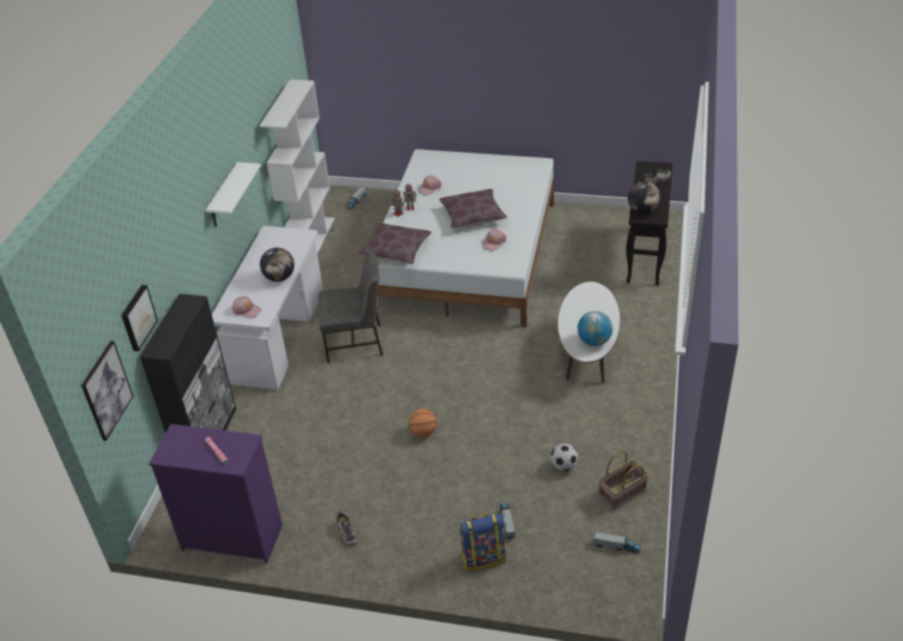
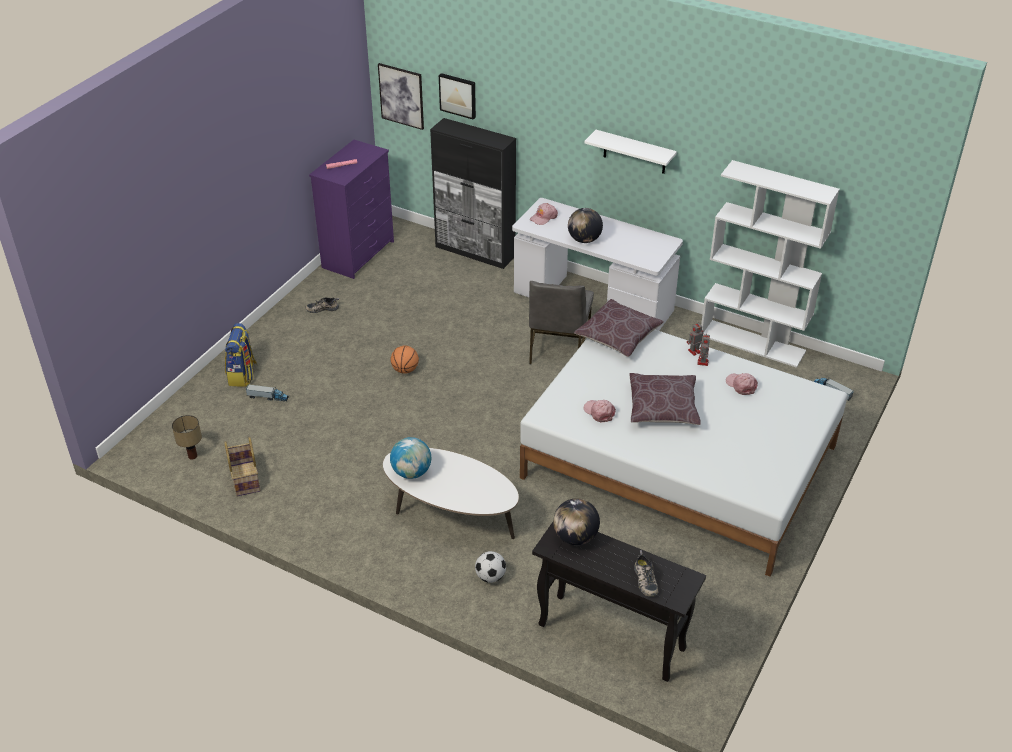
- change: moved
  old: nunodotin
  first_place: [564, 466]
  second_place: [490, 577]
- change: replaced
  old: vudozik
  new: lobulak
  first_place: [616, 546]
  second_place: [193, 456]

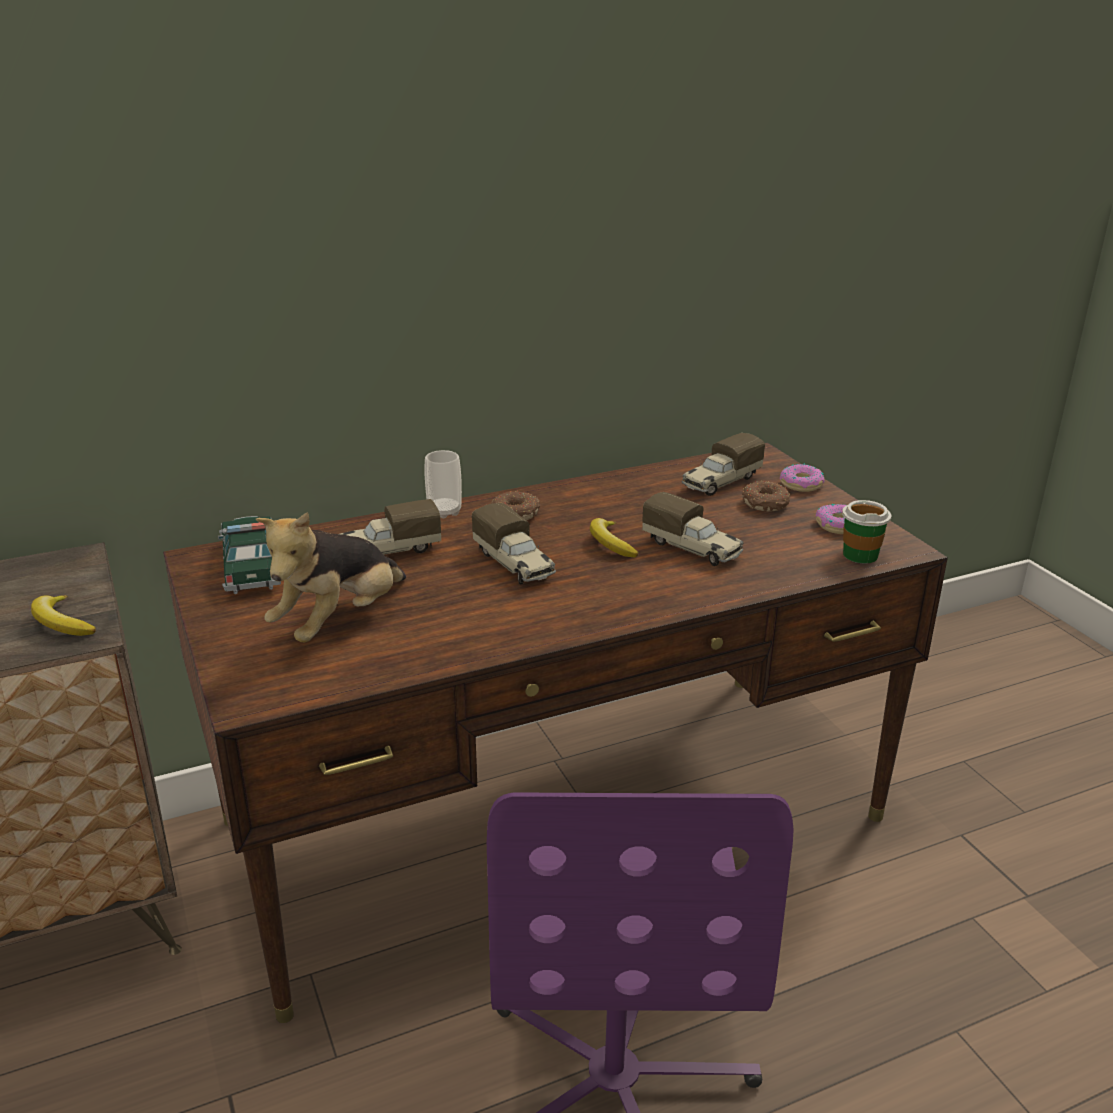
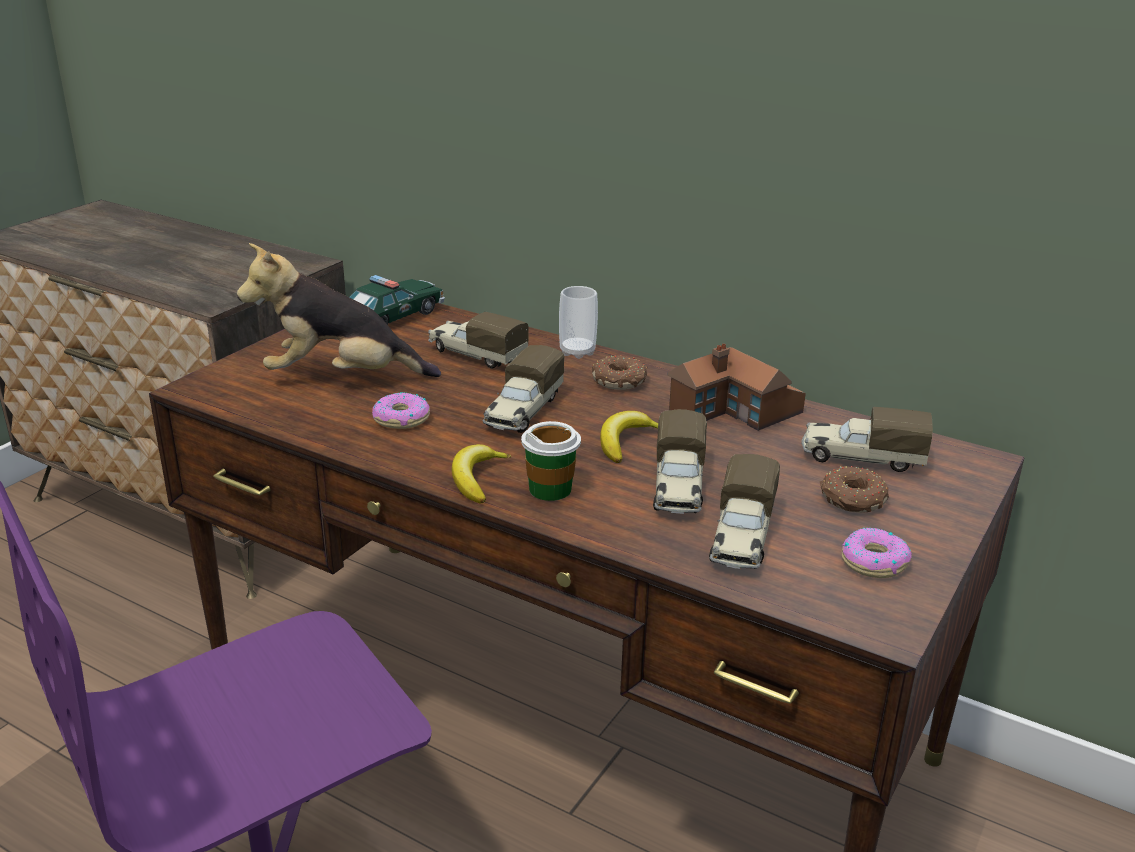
- change: moved
  old: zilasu
  first_place: [802, 484]
  second_place: [401, 419]
- change: moved
  old: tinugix
  first_place: [860, 555]
  second_place: [550, 489]
- change: moved
  old: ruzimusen
  first_place: [61, 623]
  second_place: [477, 479]
- change: added
  new: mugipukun
  second_place: [735, 411]
- change: added
  new: vudozik
  second_place: [741, 538]

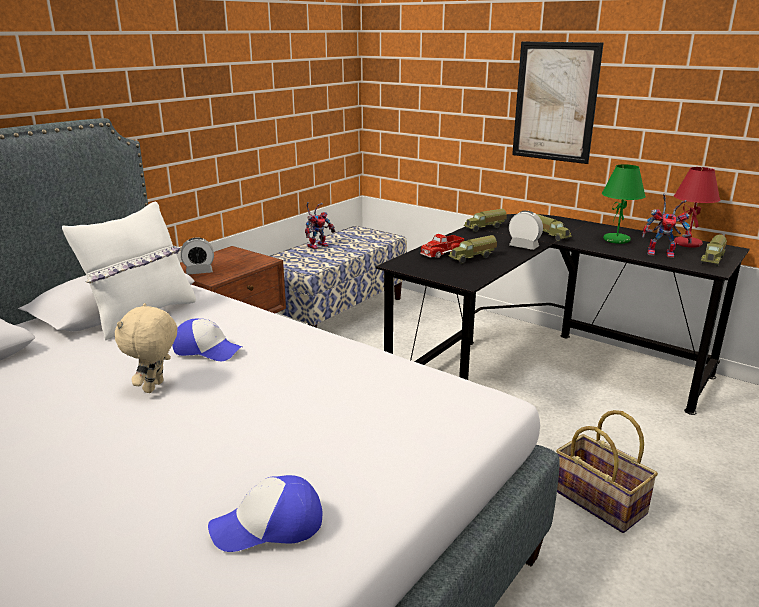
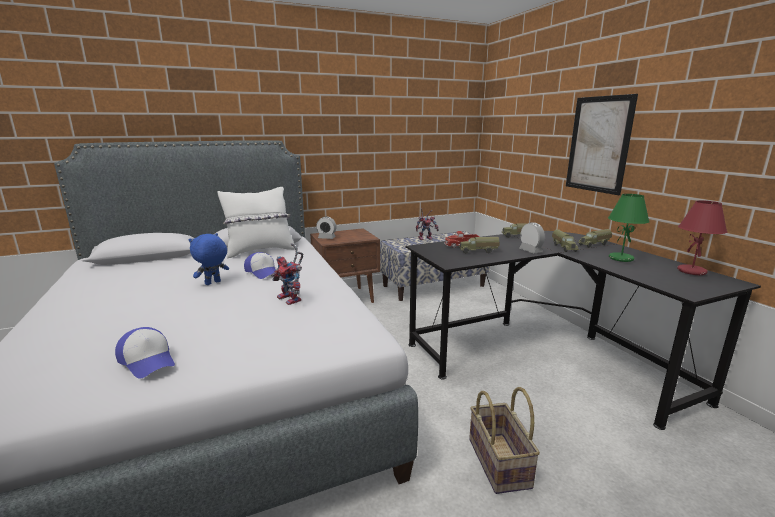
- change: moved
  old: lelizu
  first_place: [662, 253]
  second_place: [292, 299]
- change: moved
  old: vudozik
  first_place: [713, 260]
  second_place: [594, 245]
- change: recoloured
  old: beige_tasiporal
  new: blue_tasiporal
  first_place: [155, 387]
  second_place: [213, 283]
- change: turned
  old: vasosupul
  first_place: [269, 526]
  second_place: [148, 360]
  degrees: -150

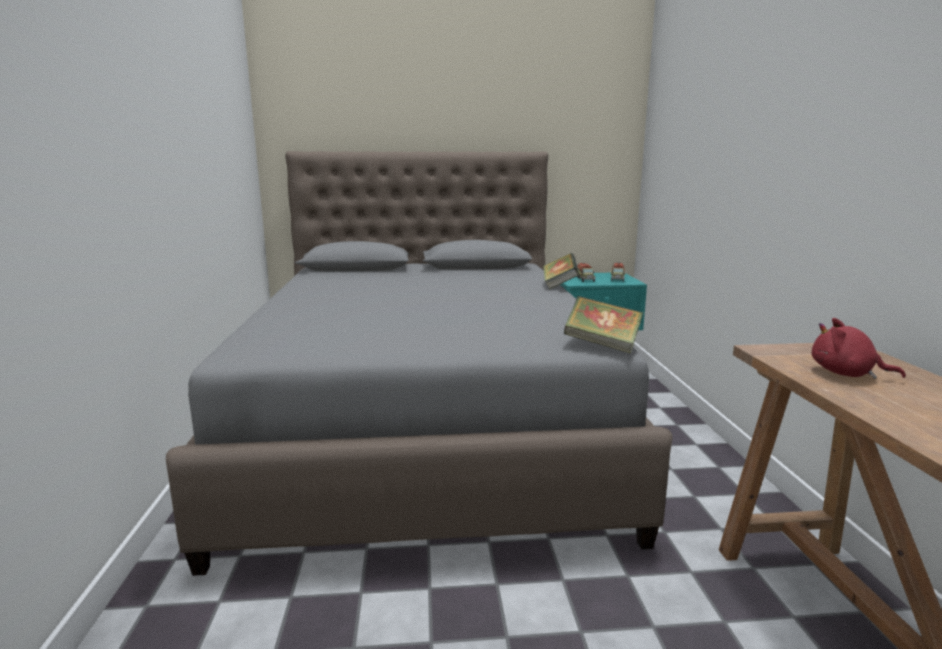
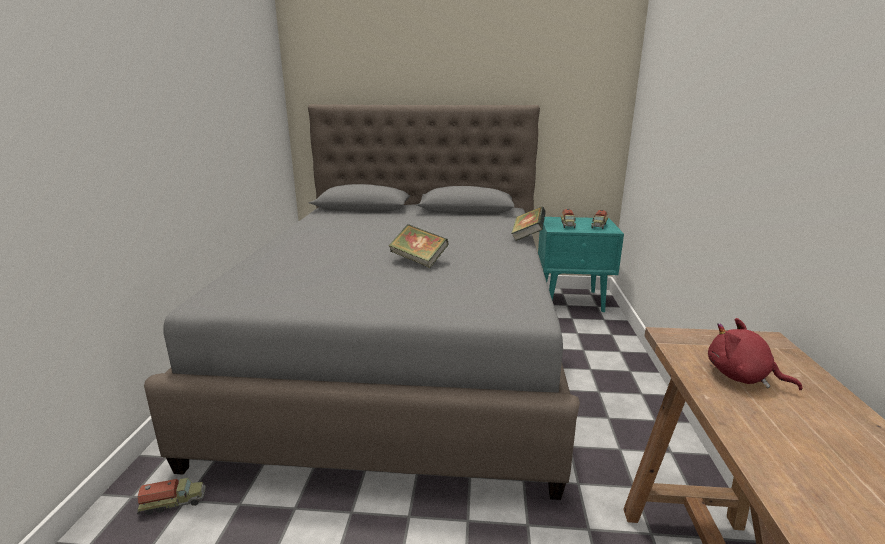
- change: moved
  old: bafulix
  first_place: [602, 345]
  second_place: [418, 260]
- change: added
  new: vudozik
  second_place: [174, 502]

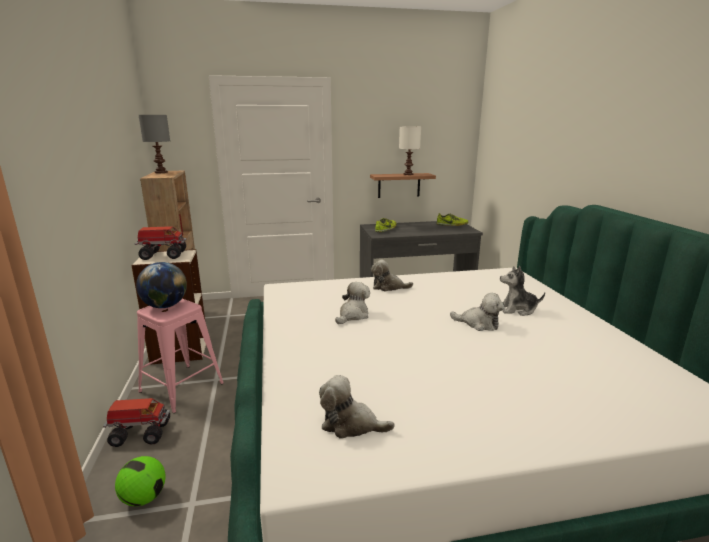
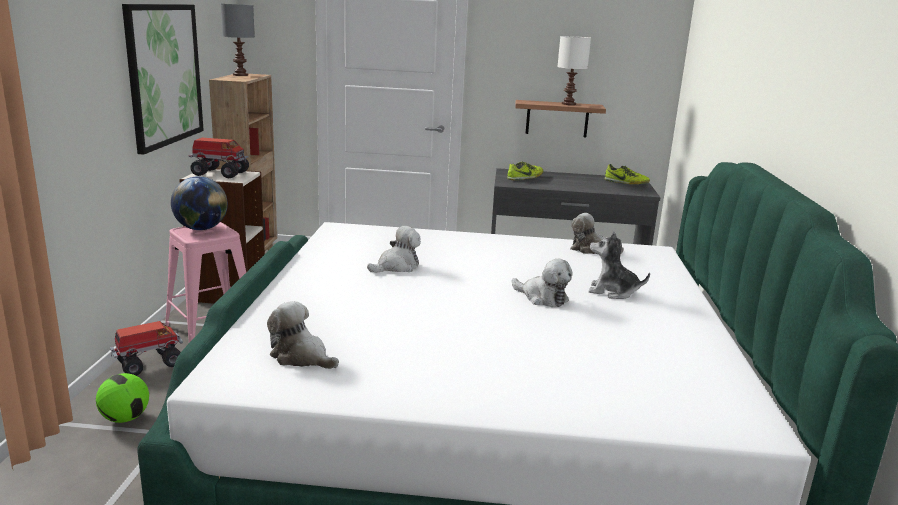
- change: moved
  old: tasiporal
  first_place: [388, 287]
  second_place: [591, 250]
- change: turned
  old: vudozik
  first_place: [140, 433]
  second_place: [148, 363]
  degrees: -45
- change: added
  new: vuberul
  second_place: [164, 74]

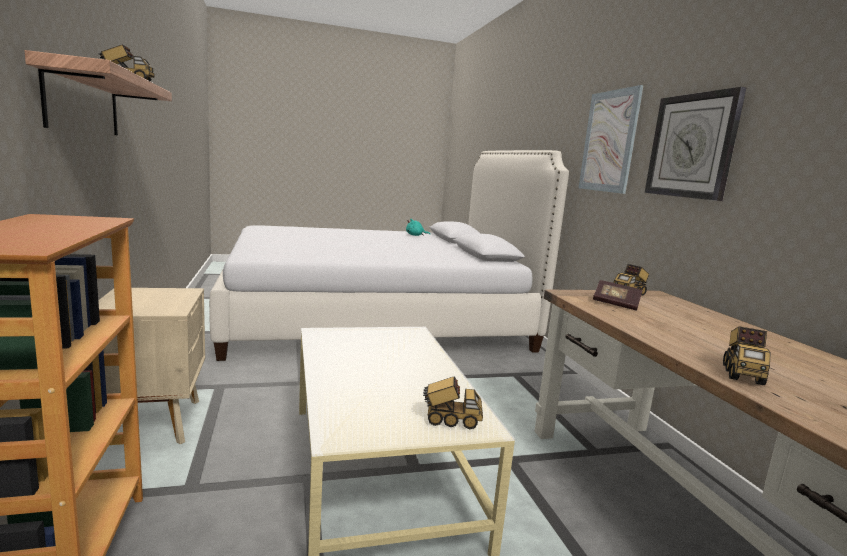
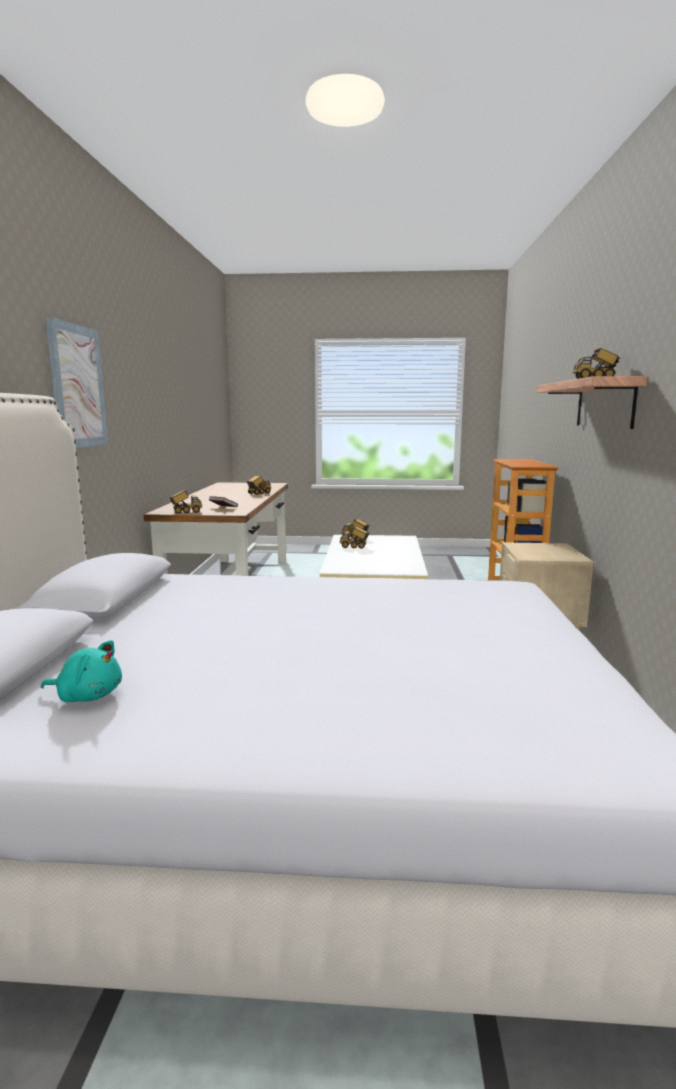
- change: removed
  old: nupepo
  first_place: [692, 146]
- change: added
  new: vudozik
  second_place: [354, 547]

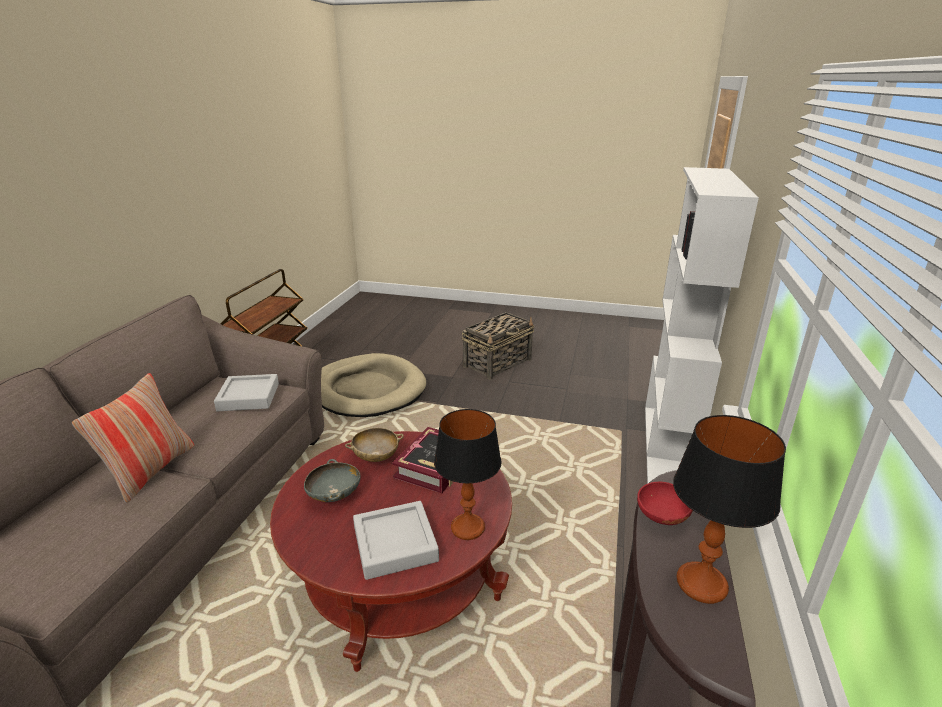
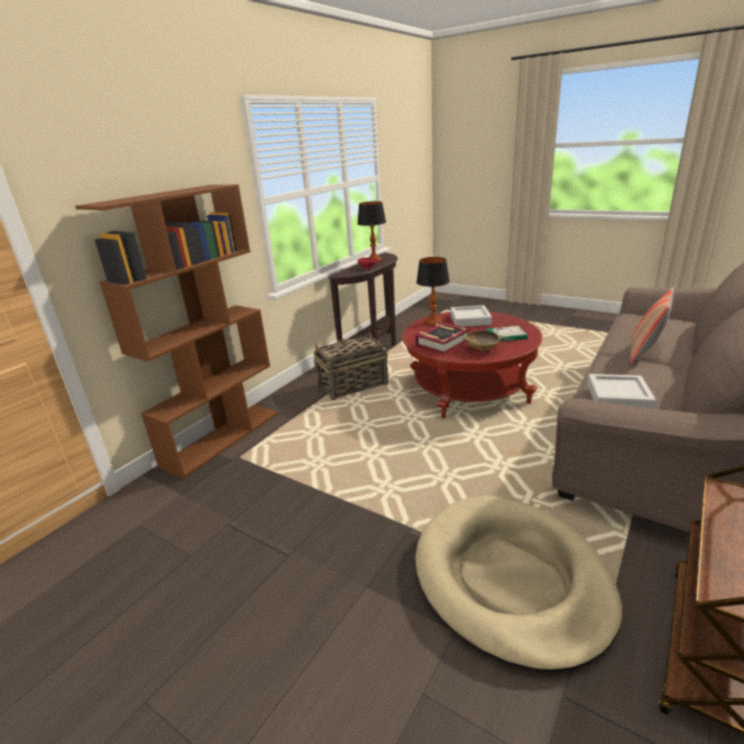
- change: recoloured
  old: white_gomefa
  new: brown_gomefa
  first_place: [667, 446]
  second_place: [222, 438]
- change: moved
  old: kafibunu
  first_place: [498, 363]
  second_place: [352, 385]
- change: replaced
  old: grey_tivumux
  new: bafulix
  first_place: [334, 495]
  second_place: [506, 335]

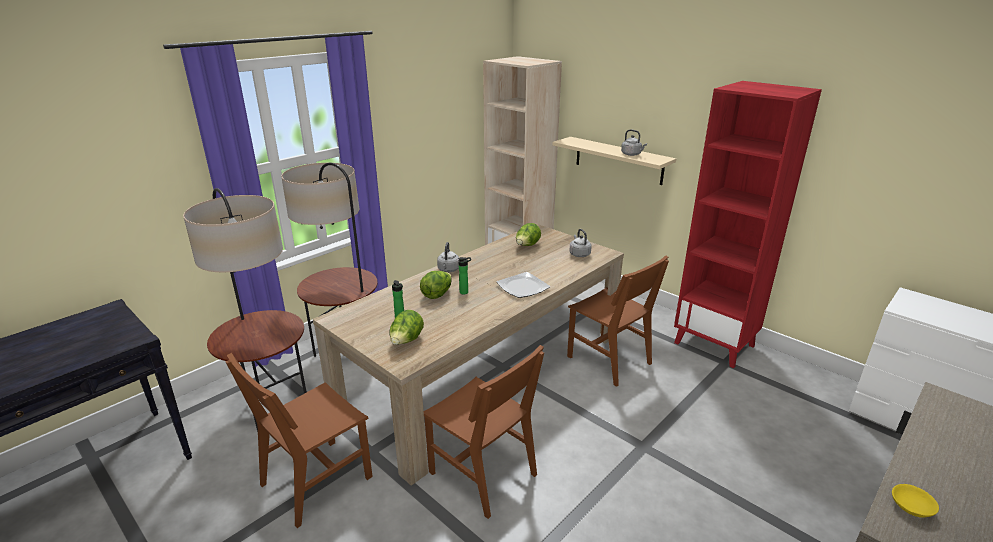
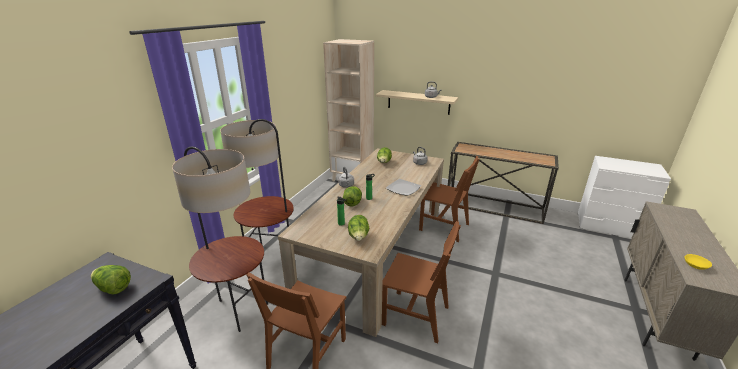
- change: replaced
  old: red_gomefa
  new: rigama
  first_place: [715, 344]
  second_place: [494, 206]
- change: added
  new: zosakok
  second_place: [113, 288]

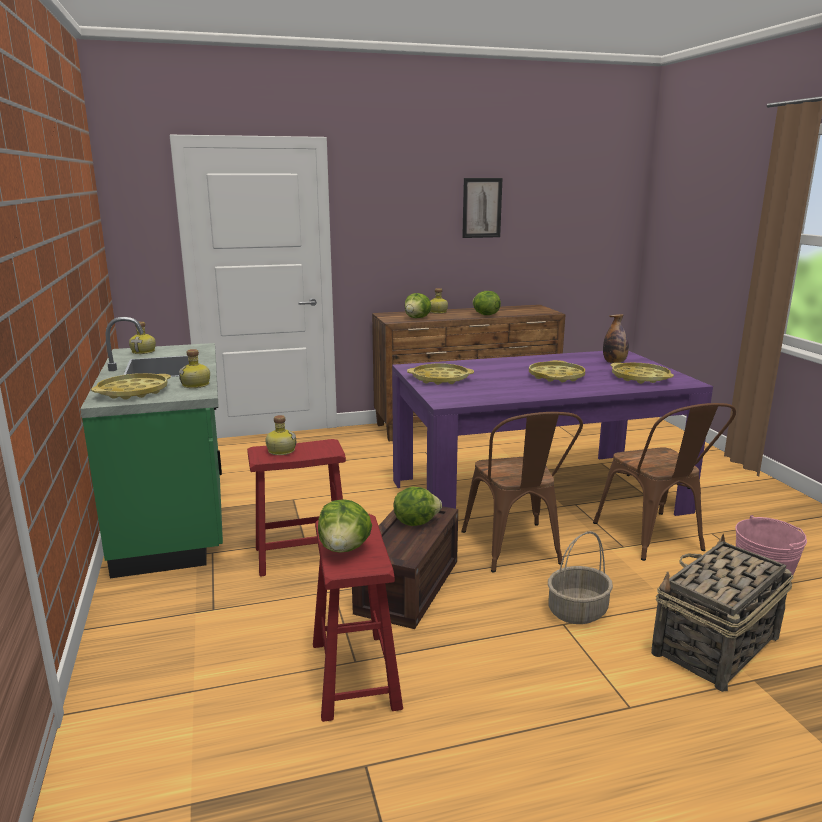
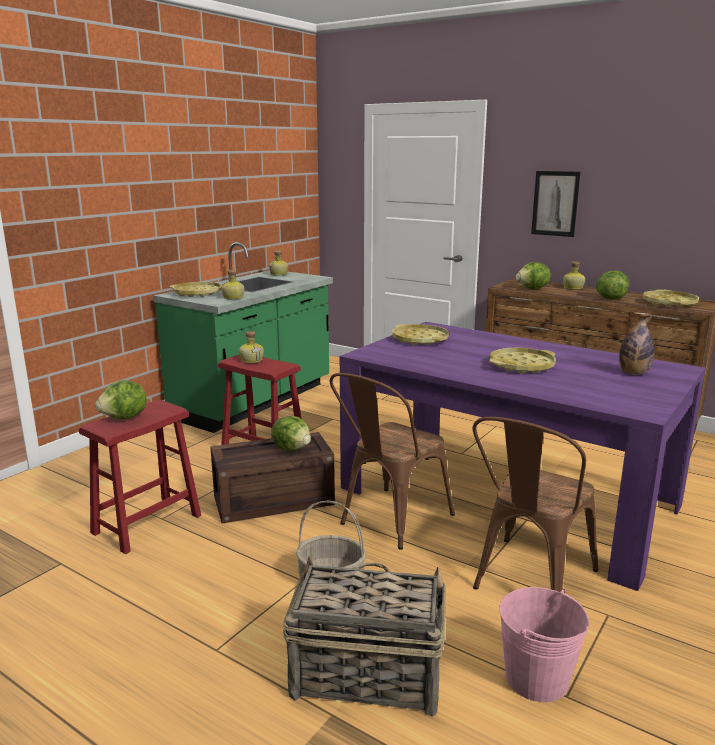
- change: moved
  old: vuberul
  first_place: [482, 208]
  second_place: [555, 203]
- change: moved
  old: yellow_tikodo
  first_place: [640, 378]
  second_place: [669, 303]

